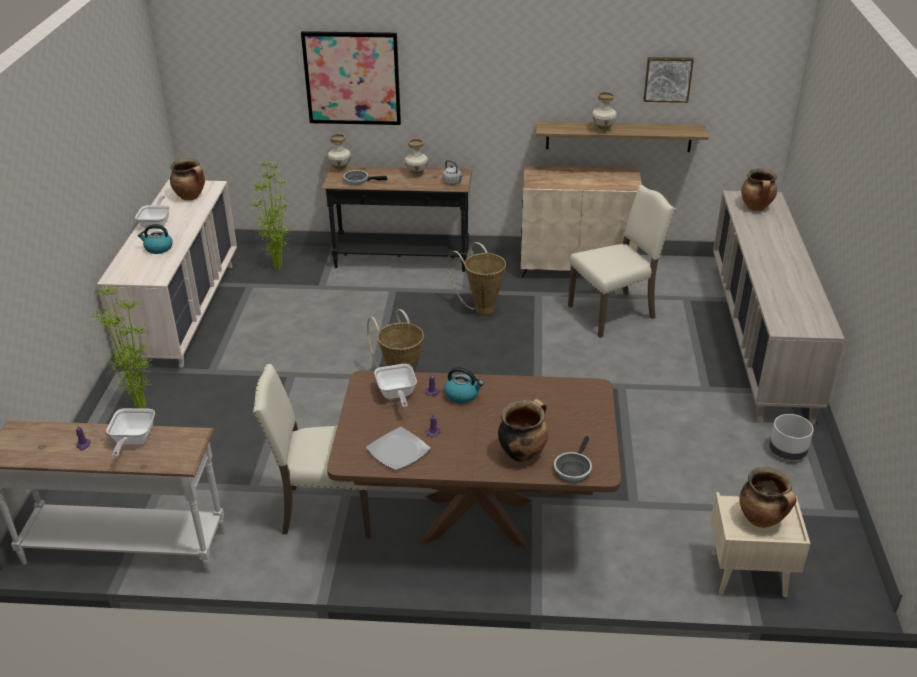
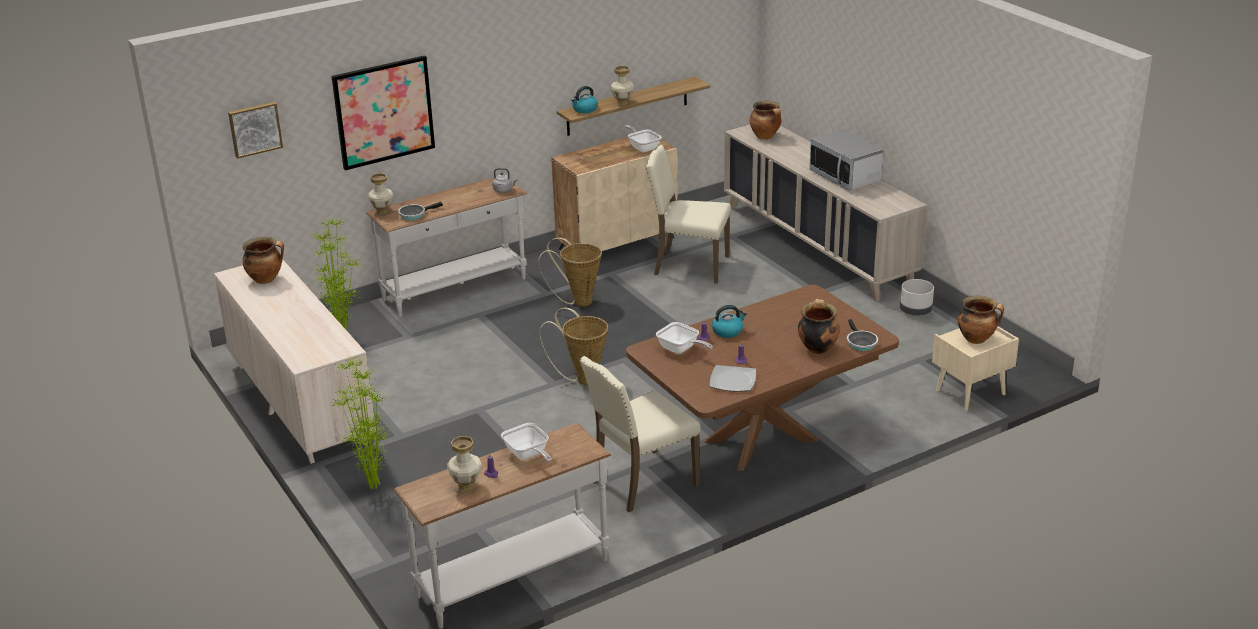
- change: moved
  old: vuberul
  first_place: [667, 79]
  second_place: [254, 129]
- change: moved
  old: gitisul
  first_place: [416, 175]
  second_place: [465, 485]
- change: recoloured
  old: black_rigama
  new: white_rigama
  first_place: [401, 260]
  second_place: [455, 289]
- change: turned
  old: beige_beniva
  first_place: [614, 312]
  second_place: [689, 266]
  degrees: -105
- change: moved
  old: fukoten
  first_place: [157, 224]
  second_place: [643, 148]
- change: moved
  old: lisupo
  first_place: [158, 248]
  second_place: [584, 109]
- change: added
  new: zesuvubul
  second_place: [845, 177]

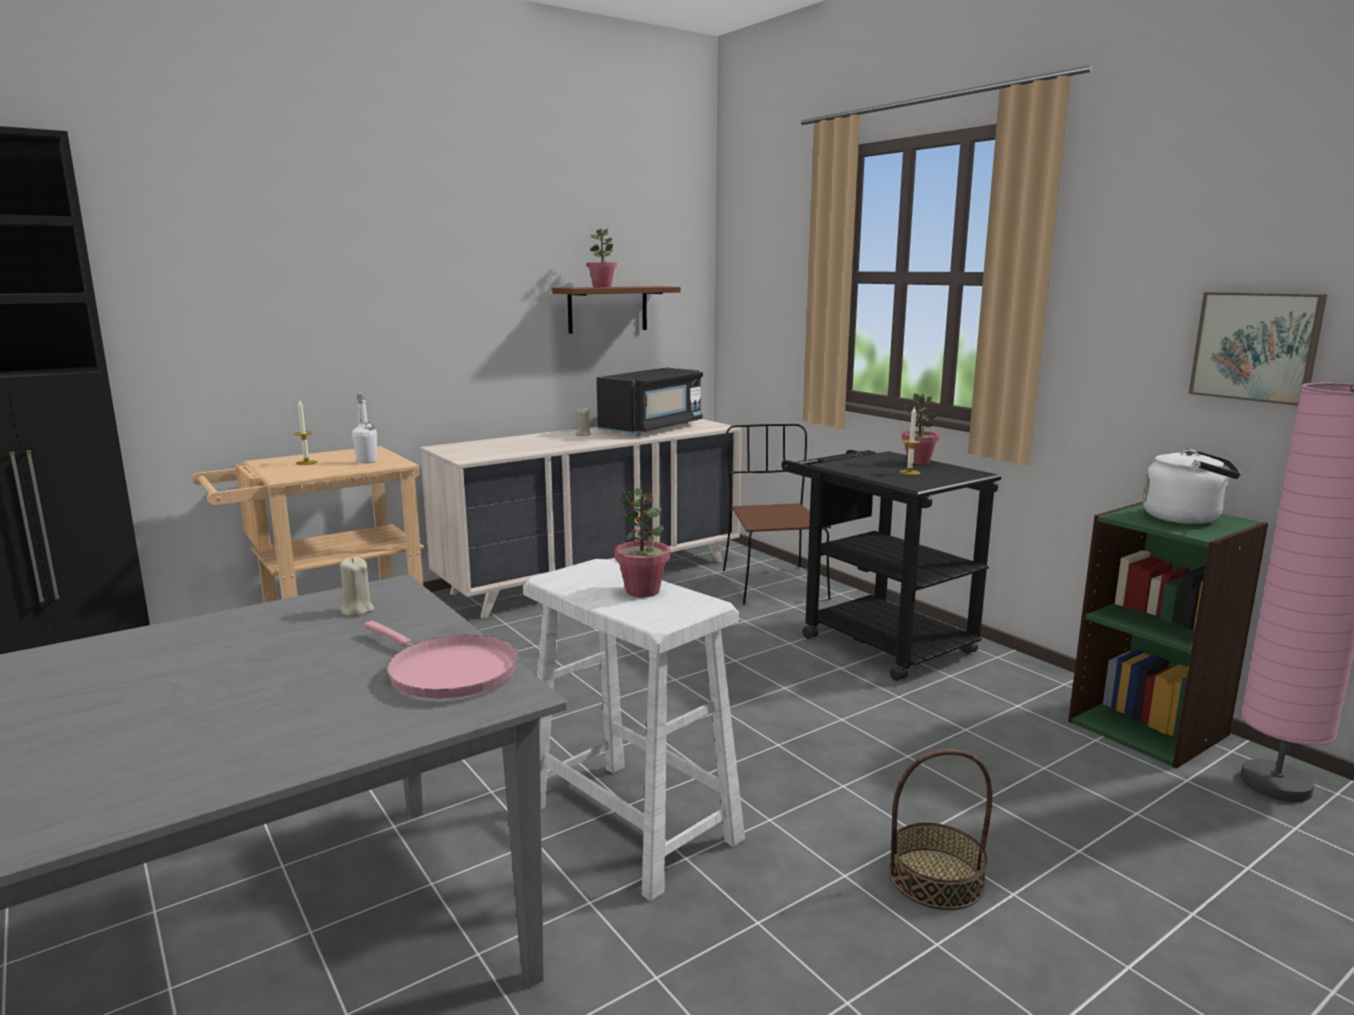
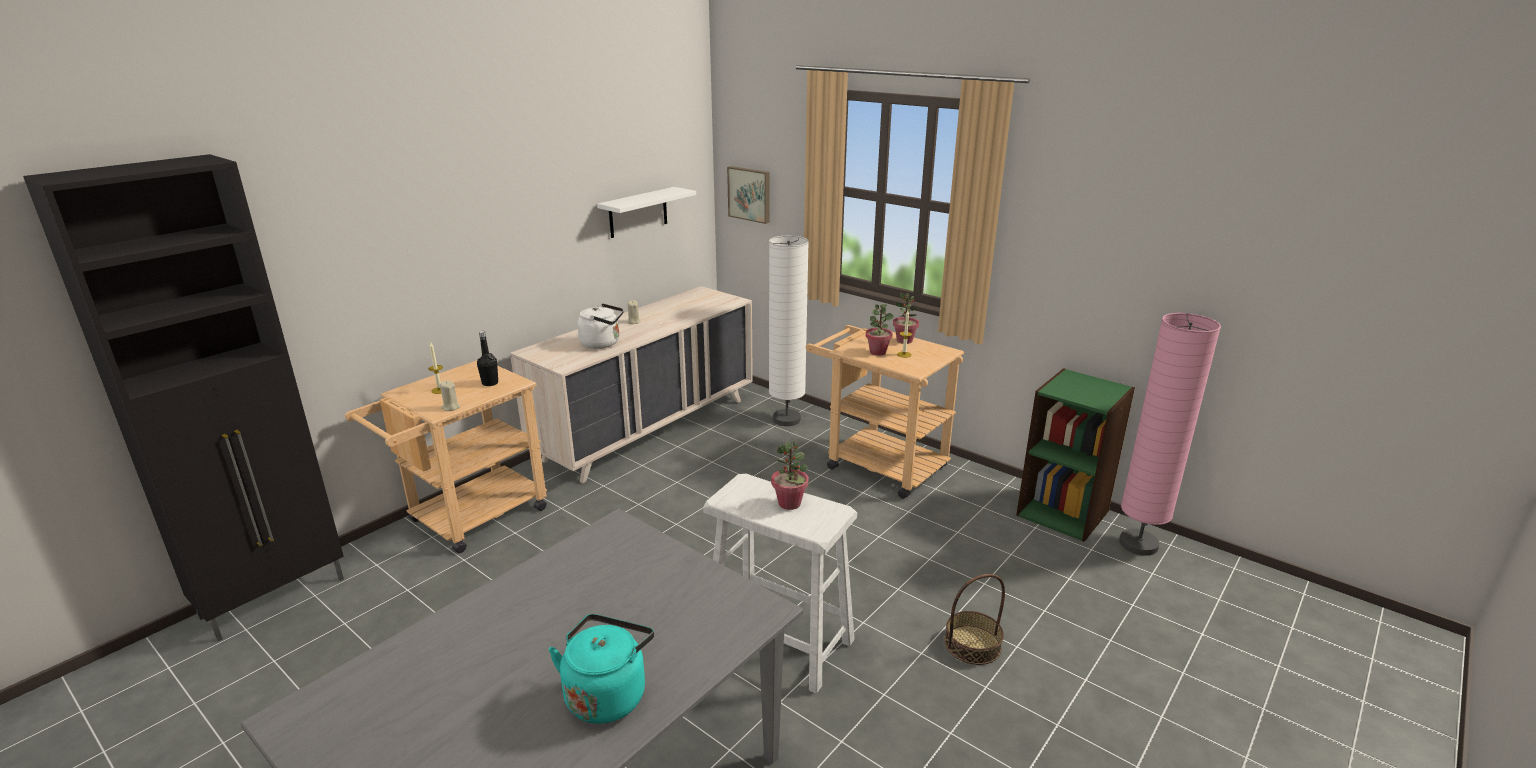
- change: moved
  old: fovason
  first_place: [602, 287]
  second_place: [878, 352]
- change: recoloured
  old: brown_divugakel
  new: white_divugakel
  first_place: [607, 309]
  second_place: [638, 212]
- change: moved
  old: vuberul
  first_place: [1256, 346]
  second_place: [750, 194]
- change: removed
  old: black_zesuvubul
  first_place: [652, 428]
- change: recoloured
  old: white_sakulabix
  new: black_sakulabix
  first_place: [367, 461]
  second_place: [490, 383]
- change: replaced
  old: brown_beniva
  new: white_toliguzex
  first_place: [772, 584]
  second_place: [786, 419]
- change: moved
  old: white_lisupo
  first_place: [1186, 518]
  second_place: [603, 343]
- change: recoloured
  old: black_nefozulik
  new: beige_nefozulik
  first_place: [875, 640]
  second_place: [877, 464]
- change: moved
  old: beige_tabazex
  first_place: [357, 610]
  second_place: [450, 407]
- change: removed
  old: pink_fukoten
  first_place: [447, 671]
- change: added
  new: turquoise_lisupo
  second_place: [607, 694]

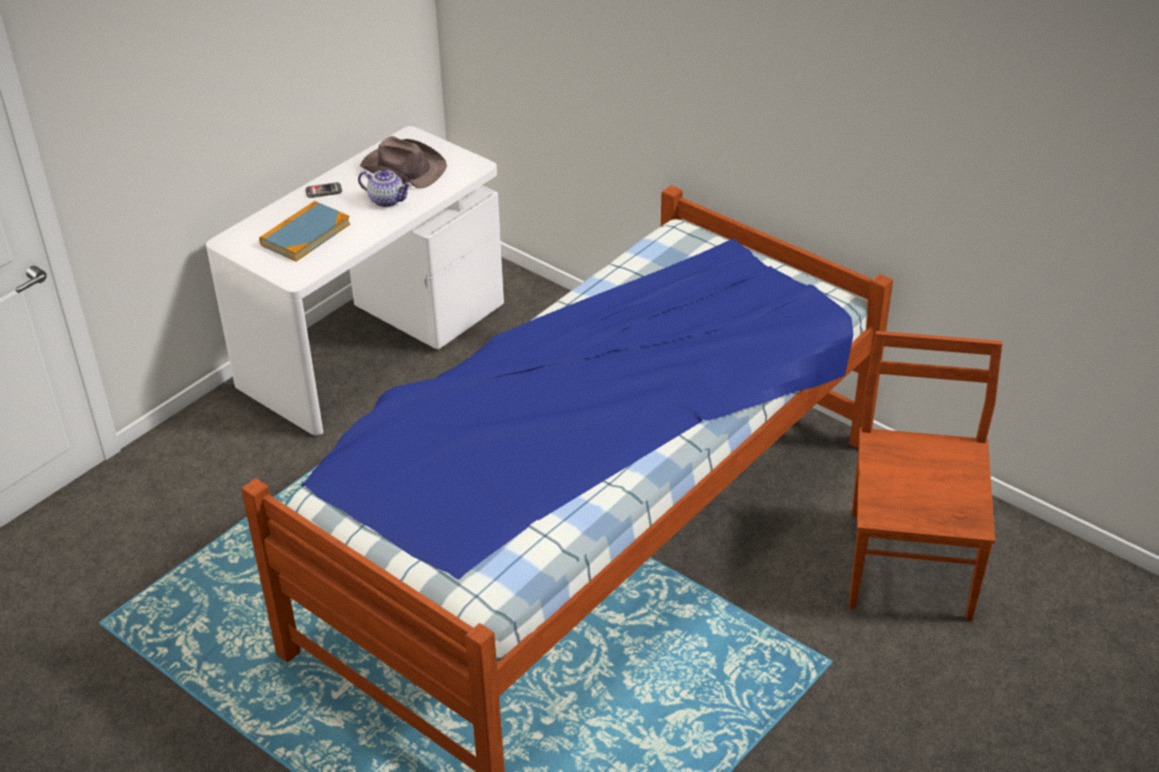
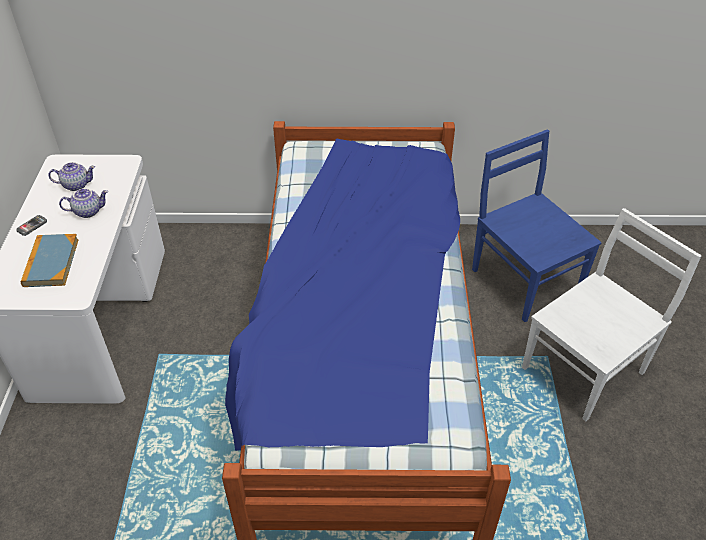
- change: replaced
  old: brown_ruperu
  new: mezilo
  first_place: [403, 168]
  second_place: [76, 185]
- change: recoloured
  old: brown_beniva
  new: blue_beniva
  first_place: [910, 561]
  second_place: [524, 279]
- change: added
  new: white_beniva
  second_place: [585, 369]

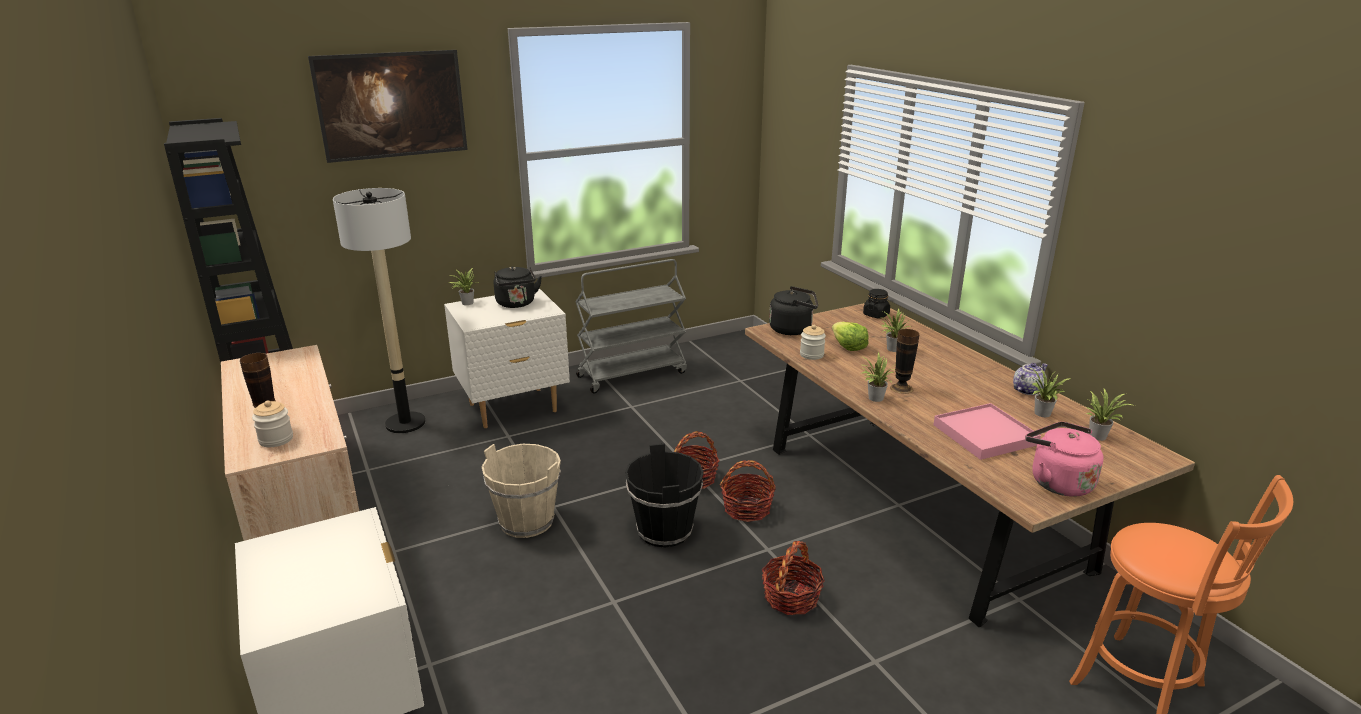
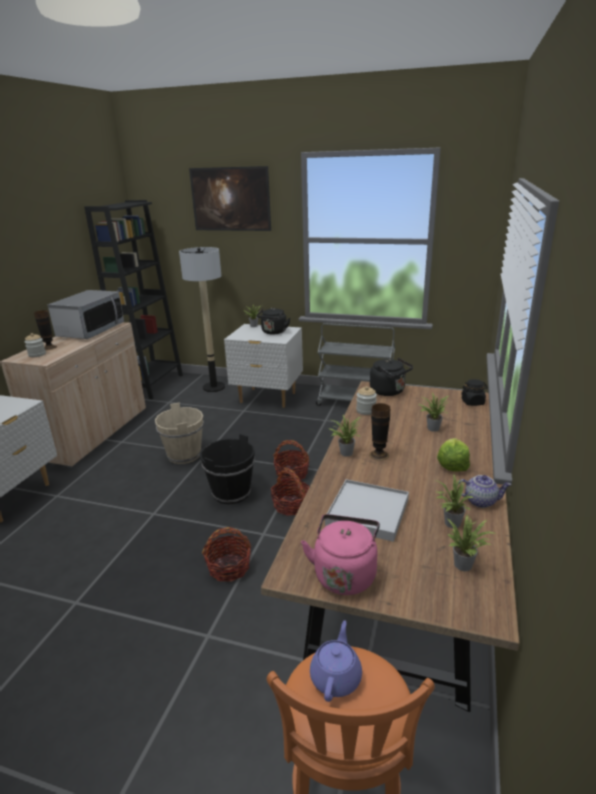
- change: moved
  old: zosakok
  first_place: [848, 347]
  second_place: [452, 464]
- change: recoloured
  old: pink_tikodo
  new: white_tikodo
  first_place: [985, 435]
  second_place: [368, 512]
- change: added
  new: zesuvubul
  second_place: [91, 331]
- change: added
  new: purple_mezilo
  second_place: [336, 676]

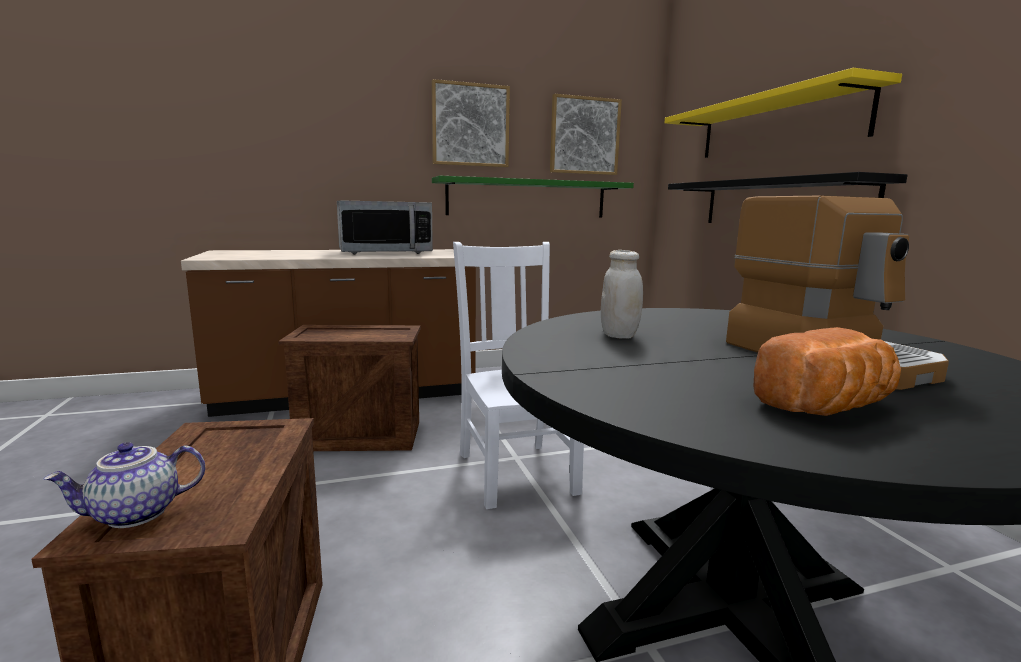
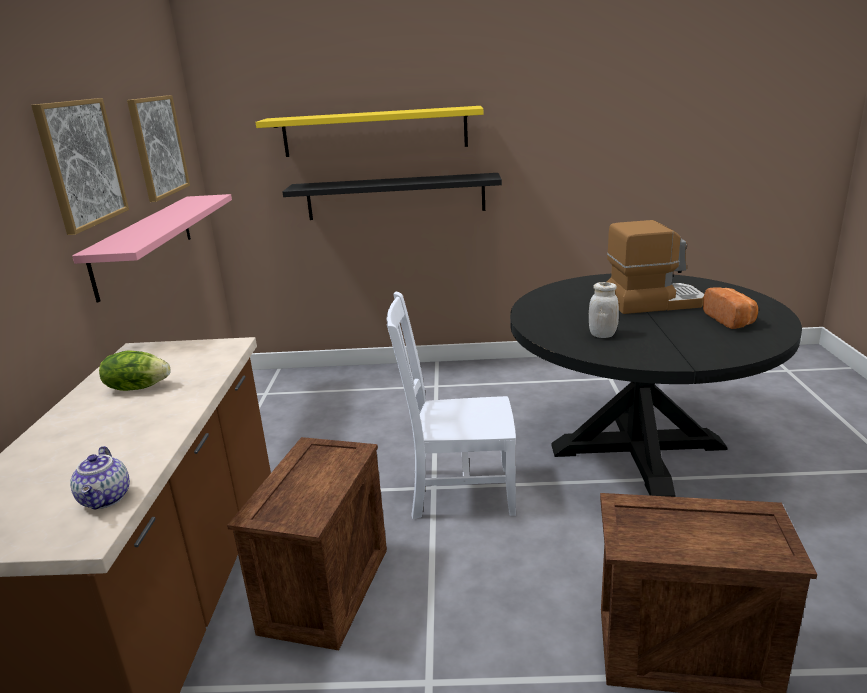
- change: recoloured
  old: green_divugakel
  new: pink_divugakel
  first_place: [527, 198]
  second_place: [144, 243]
- change: replaced
  old: zesuvubul
  new: zosakok
  first_place: [385, 252]
  second_place: [137, 387]
- change: moved
  old: mezilo
  first_place: [135, 515]
  second_place: [106, 499]

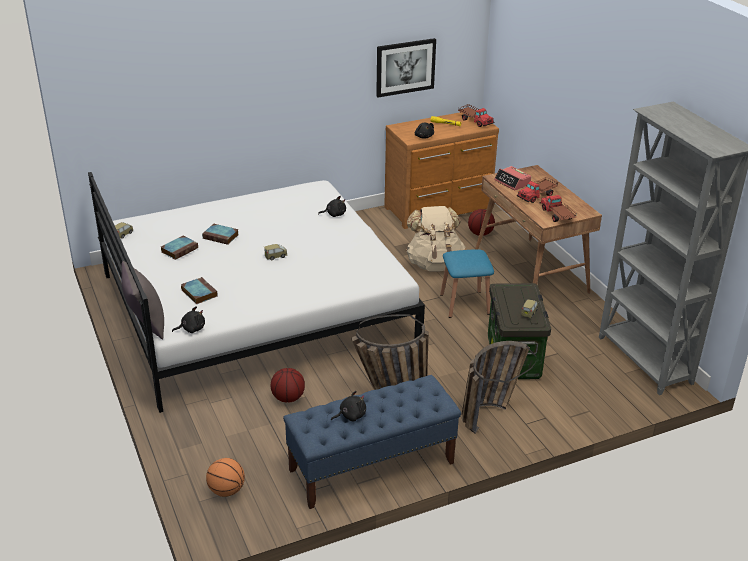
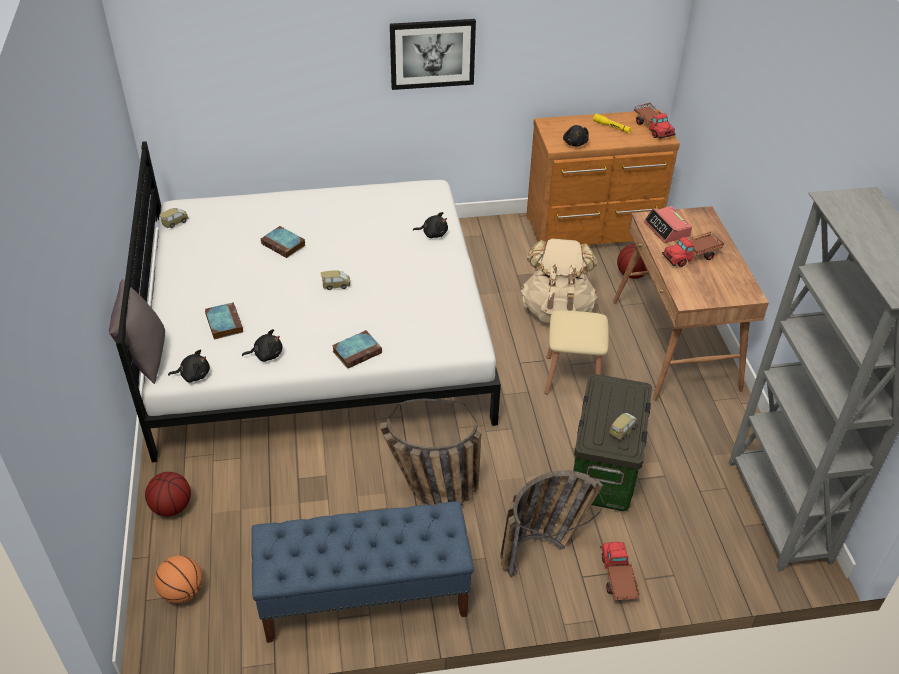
- change: moved
  old: vuberul
  first_place: [405, 67]
  second_place: [432, 53]
- change: moved
  old: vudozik
  first_place: [557, 215]
  second_place: [617, 578]
- change: moved
  old: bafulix
  first_place: [180, 249]
  second_place: [357, 351]
- change: recoloured
  old: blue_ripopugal
  new: beige_ripopugal
  first_place: [464, 304]
  second_place: [572, 377]
- change: moved
  old: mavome
  first_place: [288, 398]
  second_place: [171, 506]
- change: moved
  old: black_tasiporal
  first_place: [350, 415]
  second_place: [266, 354]

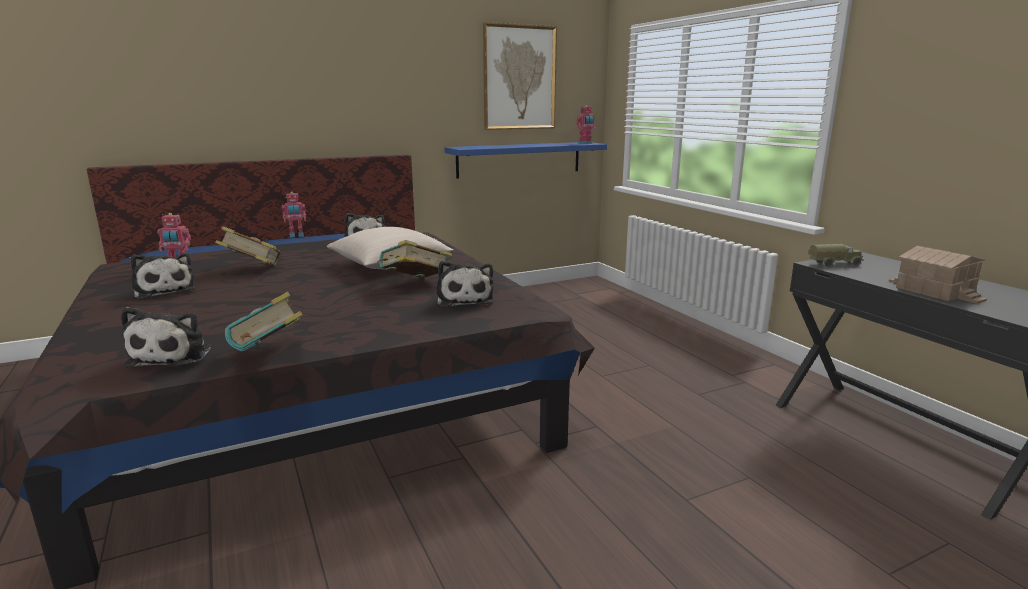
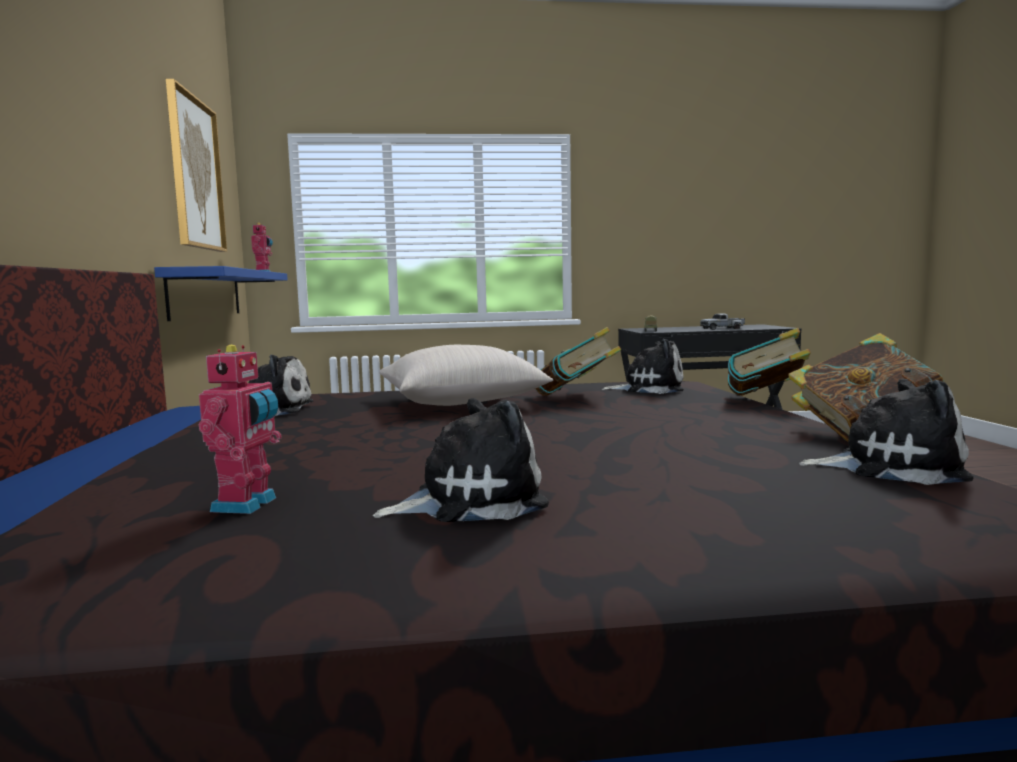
- change: removed
  old: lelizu
  first_place: [296, 236]
- change: moved
  old: bafulix
  first_place: [252, 269]
  second_place: [766, 400]
- change: replaced
  old: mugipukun
  new: vudozik
  first_place: [934, 291]
  second_place: [722, 328]

